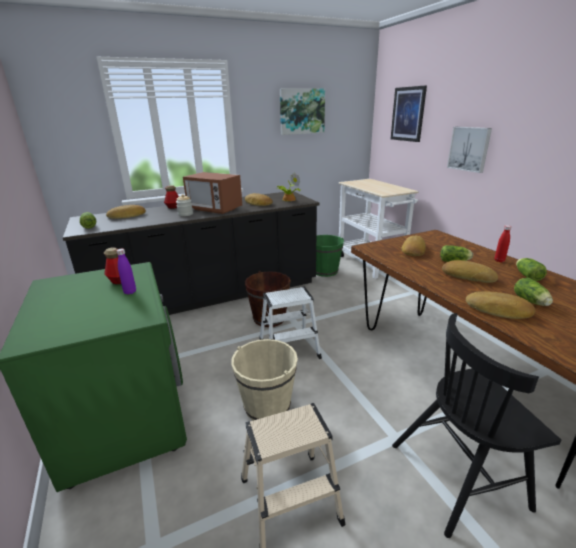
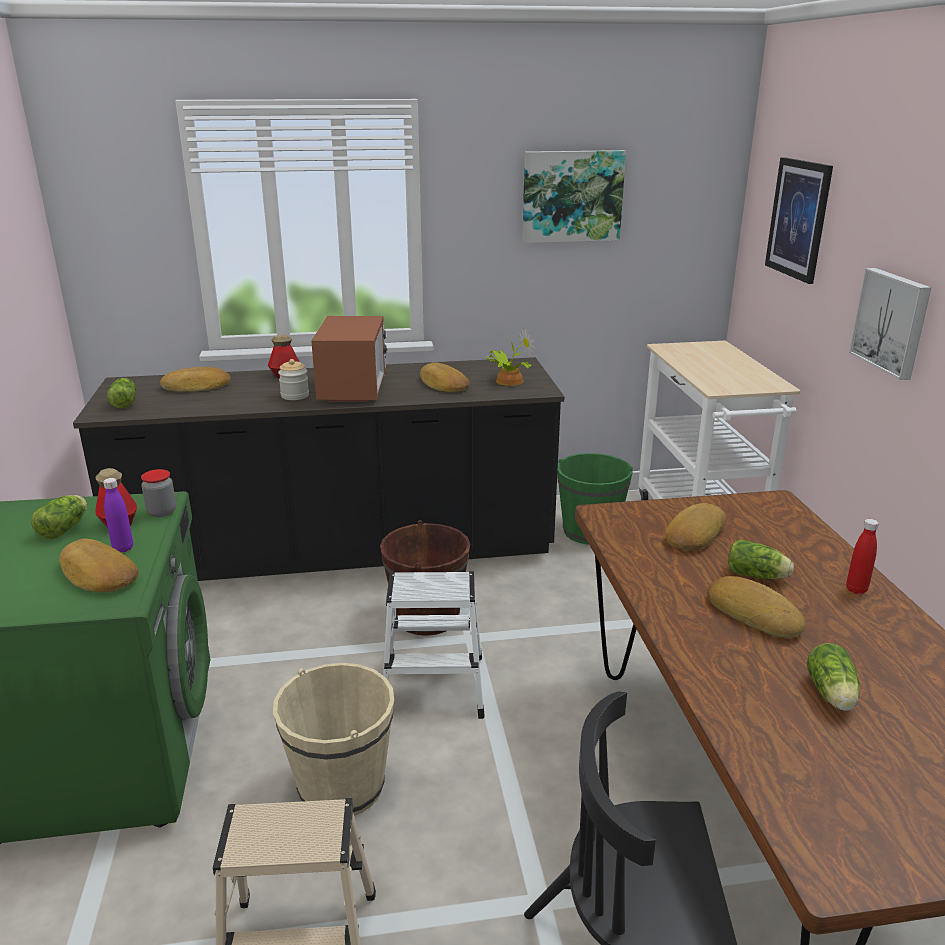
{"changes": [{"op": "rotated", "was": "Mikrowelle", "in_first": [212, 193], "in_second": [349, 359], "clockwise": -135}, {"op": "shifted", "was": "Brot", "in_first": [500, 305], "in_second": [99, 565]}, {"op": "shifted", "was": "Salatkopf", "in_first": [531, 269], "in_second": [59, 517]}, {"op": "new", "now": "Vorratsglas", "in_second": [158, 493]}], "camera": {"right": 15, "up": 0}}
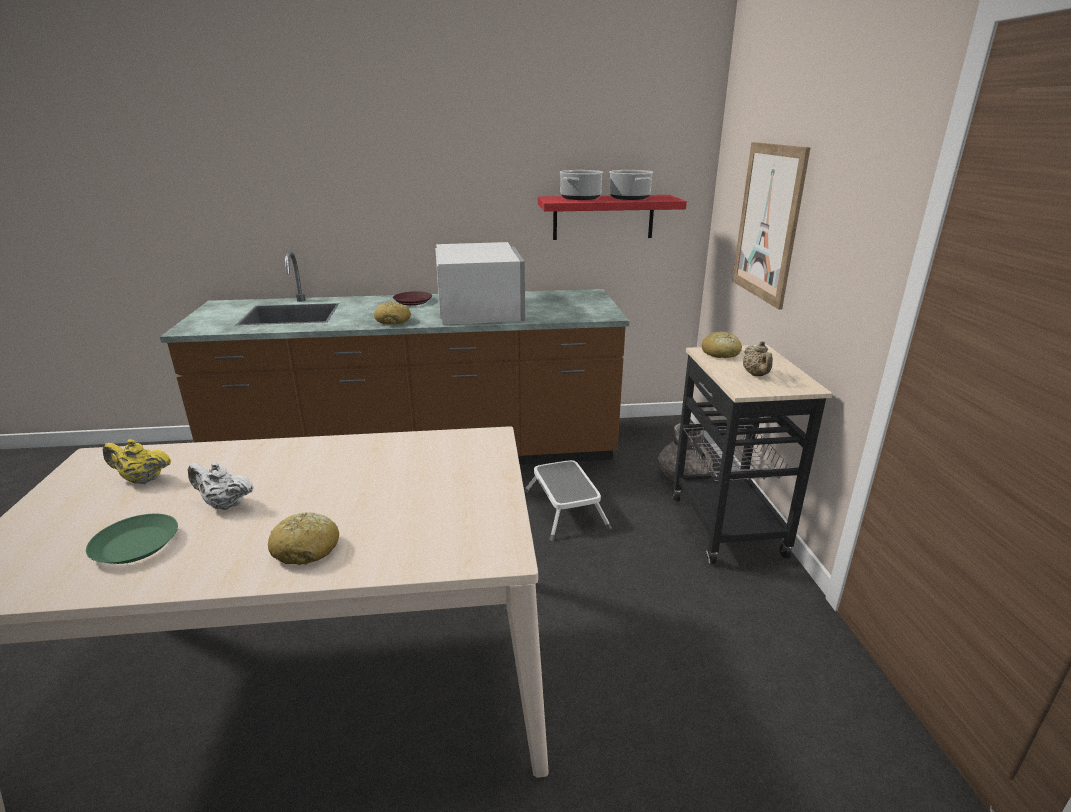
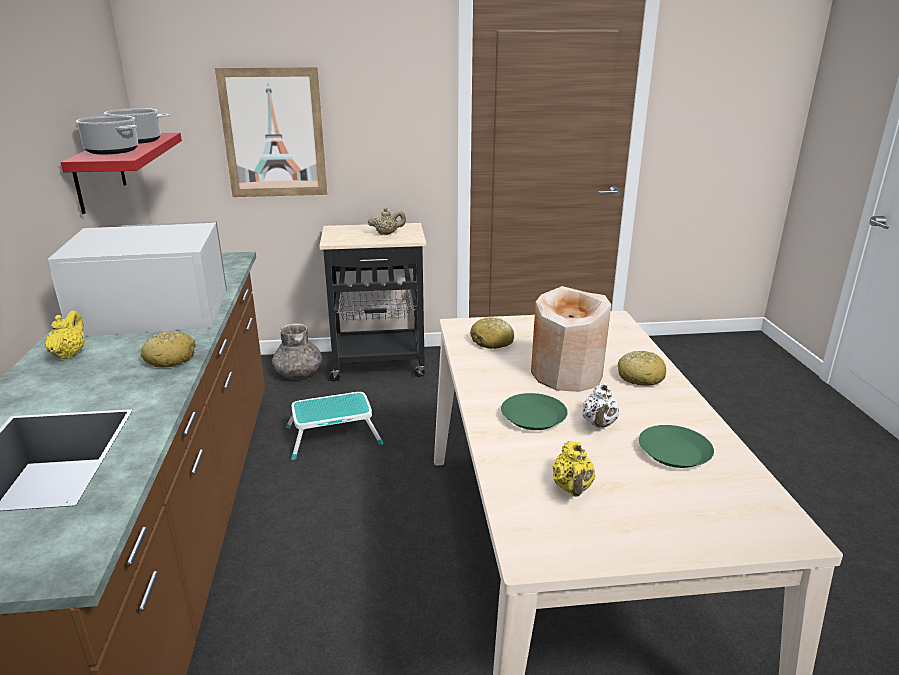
{"changes": [{"op": "swapped", "was": "Teller (braun)", "now": "Teekanne (gelb)", "in_first": [412, 298], "in_second": [65, 335]}, {"op": "repainted", "was": "Trittleiter (grau)", "now": "Trittleiter (türkis)", "in_first": [568, 500], "in_second": [335, 426]}, {"op": "shifted", "was": "Brot", "in_first": [722, 344], "in_second": [492, 333]}, {"op": "new", "now": "Teller (grün)", "in_second": [534, 411]}, {"op": "new", "now": "Vase (beige)", "in_second": [571, 339]}], "camera": {"right": -90, "up": 0}}
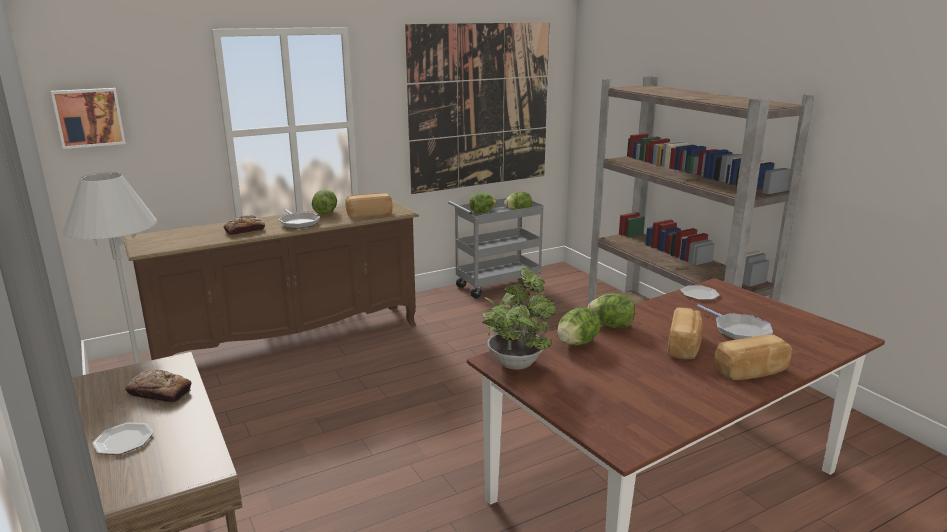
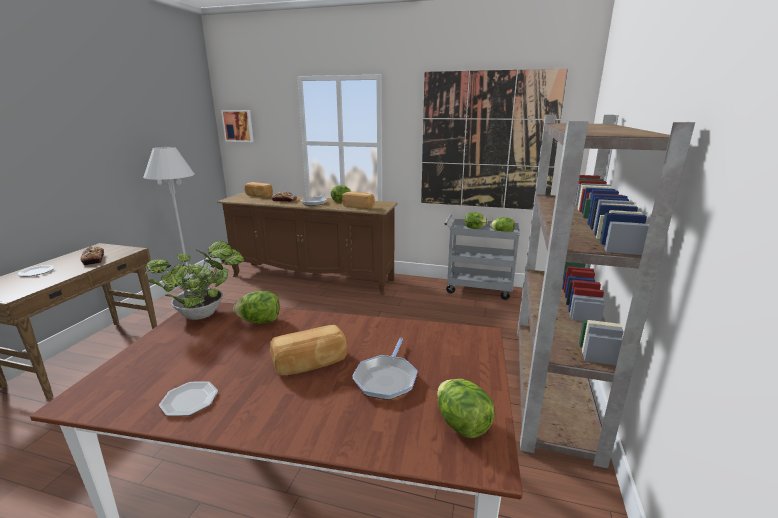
{"changes": [{"op": "shifted", "was": "Salatkopf", "in_first": [611, 311], "in_second": [466, 408]}, {"op": "shifted", "was": "Teller", "in_first": [700, 292], "in_second": [188, 398]}, {"op": "shifted", "was": "Brot", "in_first": [753, 357], "in_second": [258, 189]}], "camera": {"right": 45, "up": 0}}
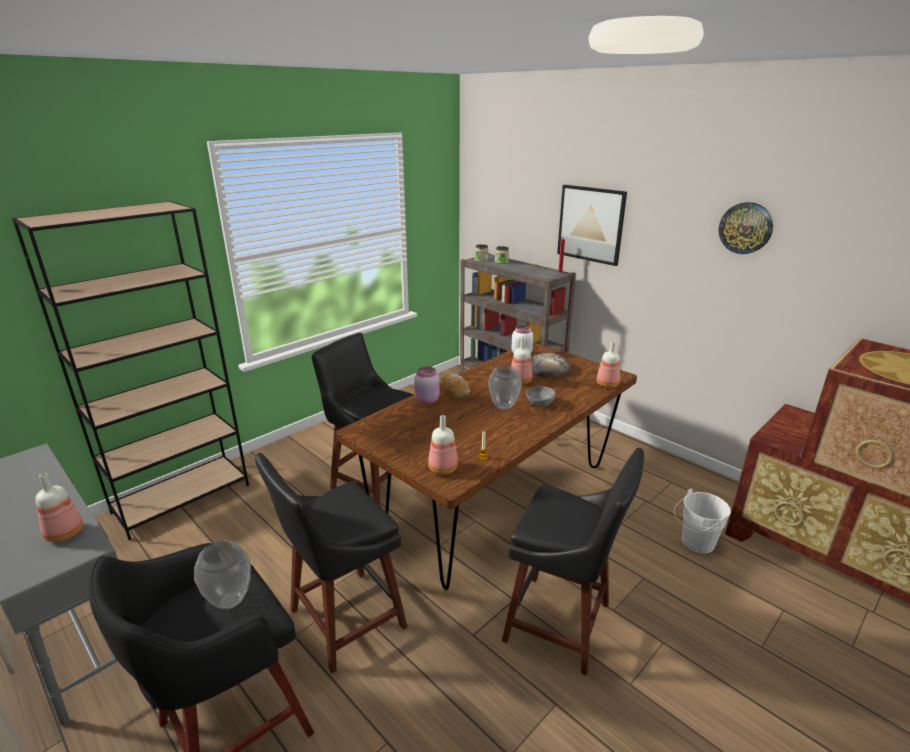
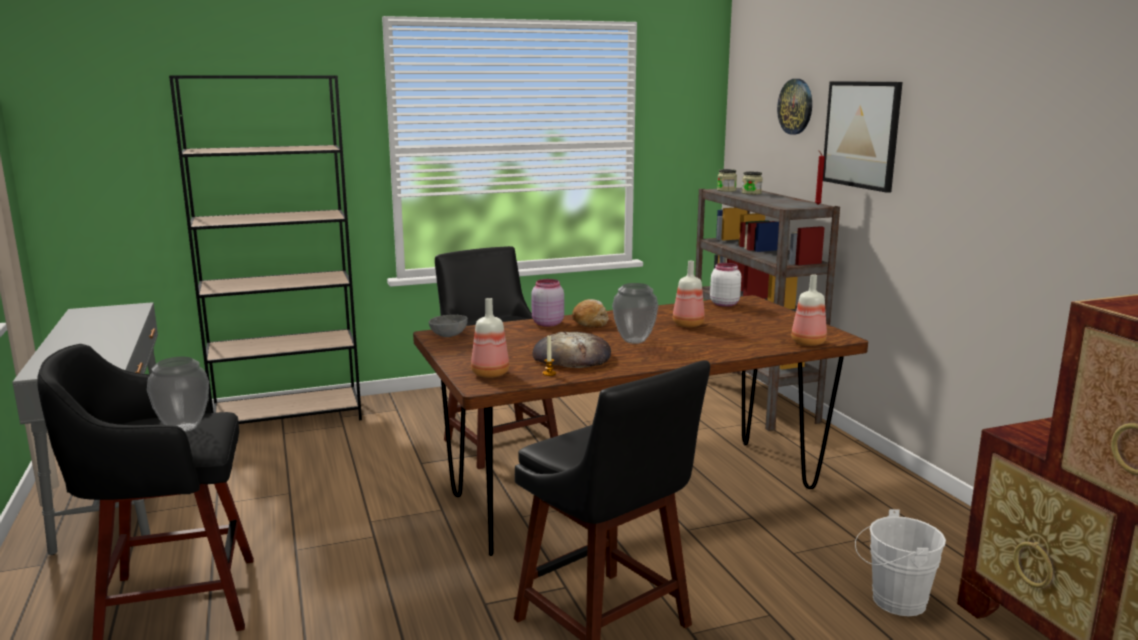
{"changes": [{"op": "gone", "was": "Flasche", "in_first": [59, 507]}, {"op": "gone", "was": "Stuhl (schwarz)", "in_first": [331, 563]}, {"op": "shifted", "was": "Schüssel (grau)", "in_first": [541, 396], "in_second": [448, 326]}, {"op": "shifted", "was": "Brot", "in_first": [551, 364], "in_second": [572, 350]}, {"op": "shifted", "was": "Wanduhr", "in_first": [746, 228], "in_second": [794, 107]}], "camera": {"right": 25, "up": -10}}
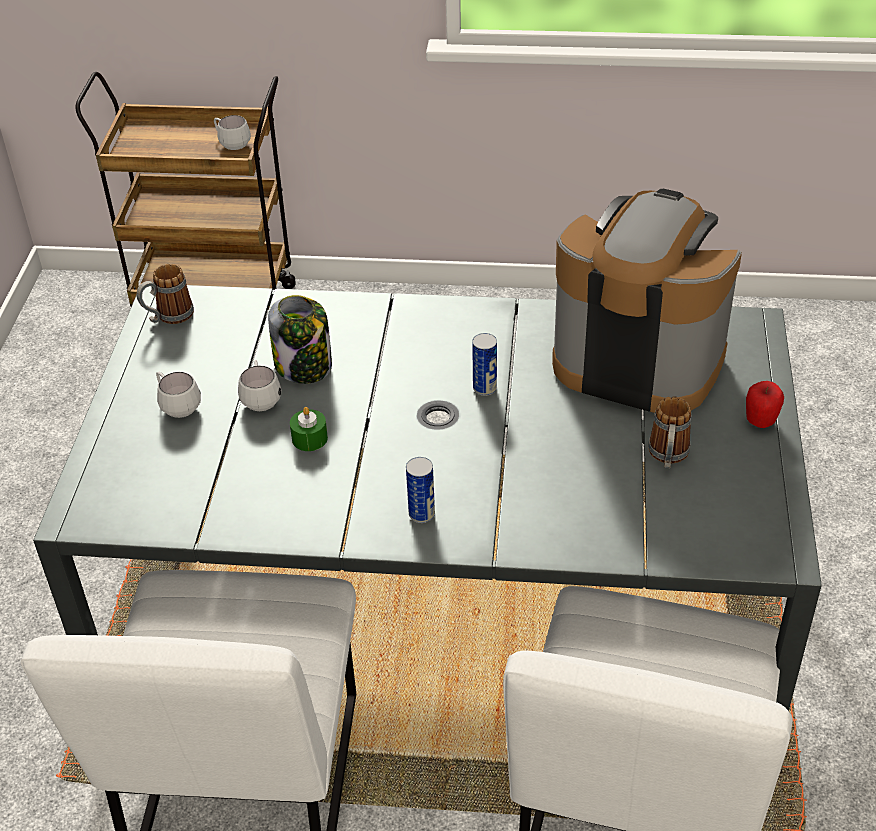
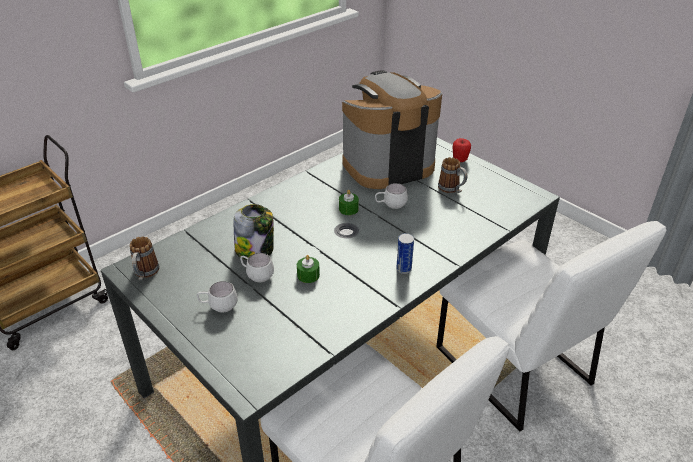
{"changes": [{"op": "shifted", "was": "Henkelbecher (weiß)", "in_first": [232, 132], "in_second": [391, 196]}, {"op": "swapped", "was": "Dose", "now": "Kerze (grün)", "in_first": [484, 364], "in_second": [349, 202]}], "camera": {"right": -50, "up": -5}}
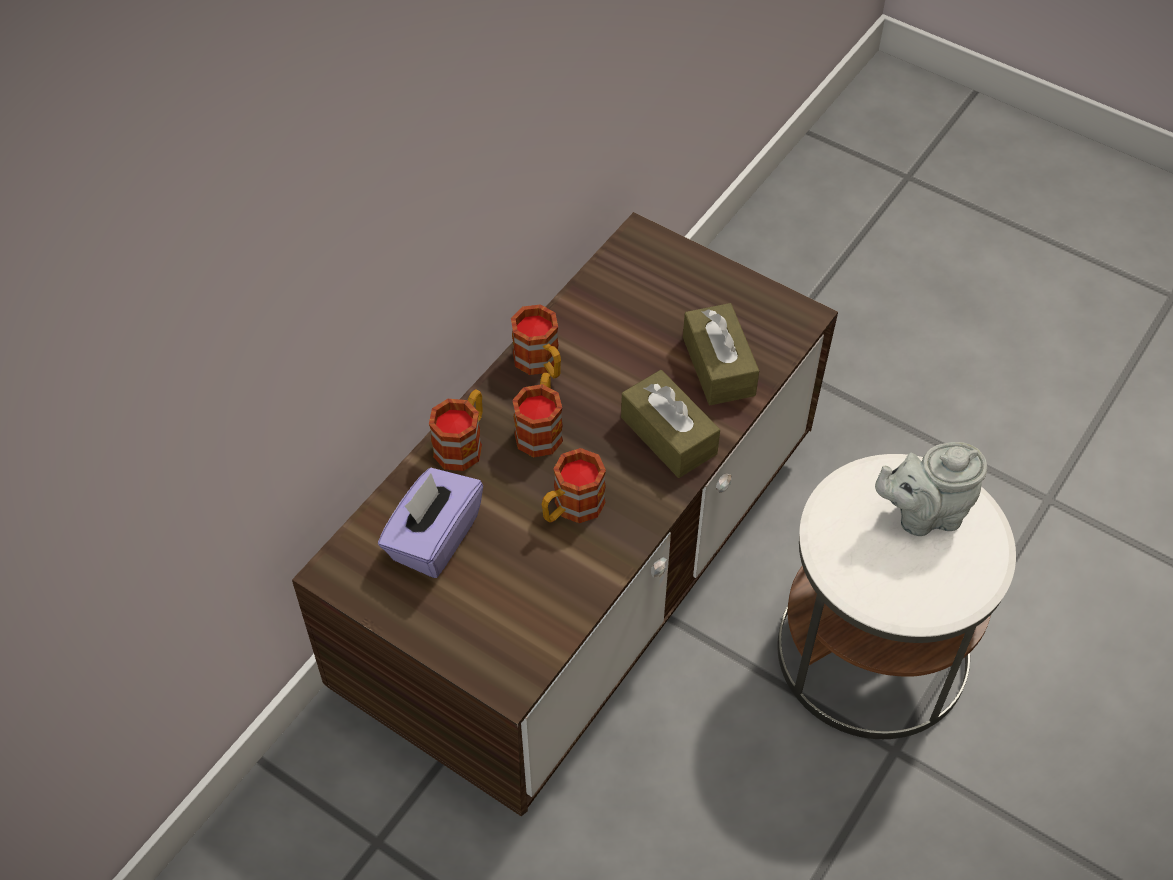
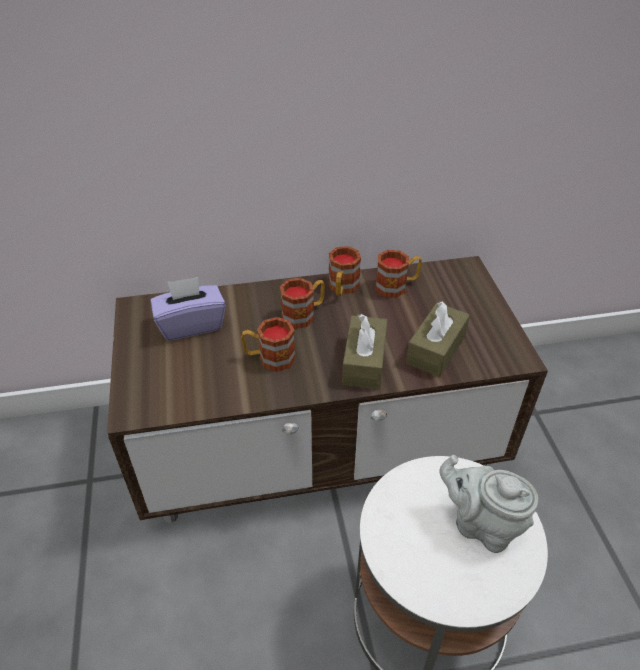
{"changes": [{"op": "shifted", "was": "Henkelbecher", "in_first": [456, 430], "in_second": [398, 274]}], "camera": {"right": 45, "up": -10}}
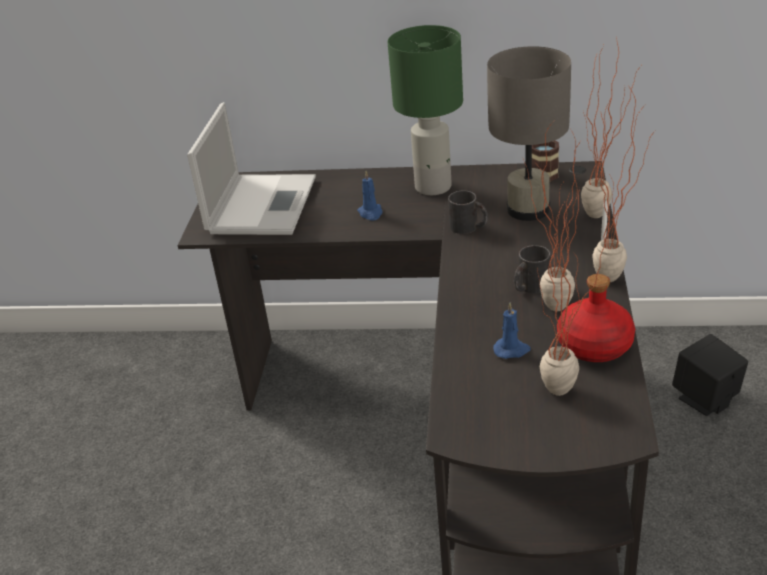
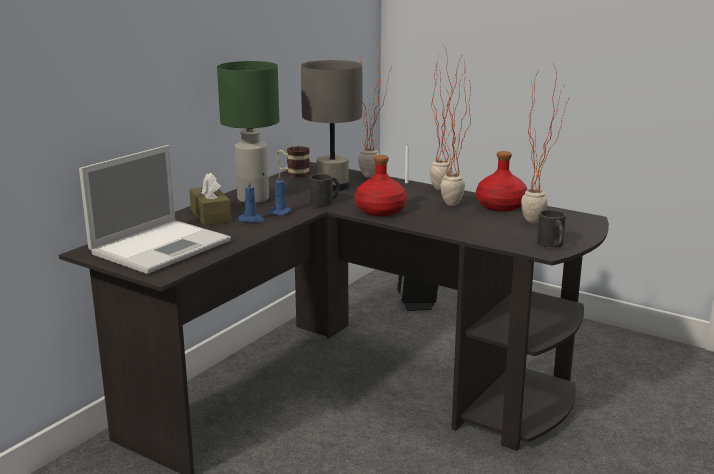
{"changes": [{"op": "rotated", "was": "Laptop", "in_first": [251, 168], "in_second": [155, 209], "clockwise": 90}, {"op": "shifted", "was": "Kerze (blau)", "in_first": [512, 330], "in_second": [280, 194]}, {"op": "shifted", "was": "Henkelbecher (schwarz)", "in_first": [532, 269], "in_second": [551, 229]}, {"op": "new", "now": "Taschentuchbox (braun)", "in_second": [210, 199]}, {"op": "new", "now": "Flasche (rot)", "in_second": [381, 185]}], "camera": {"right": -65, "up": -15}}
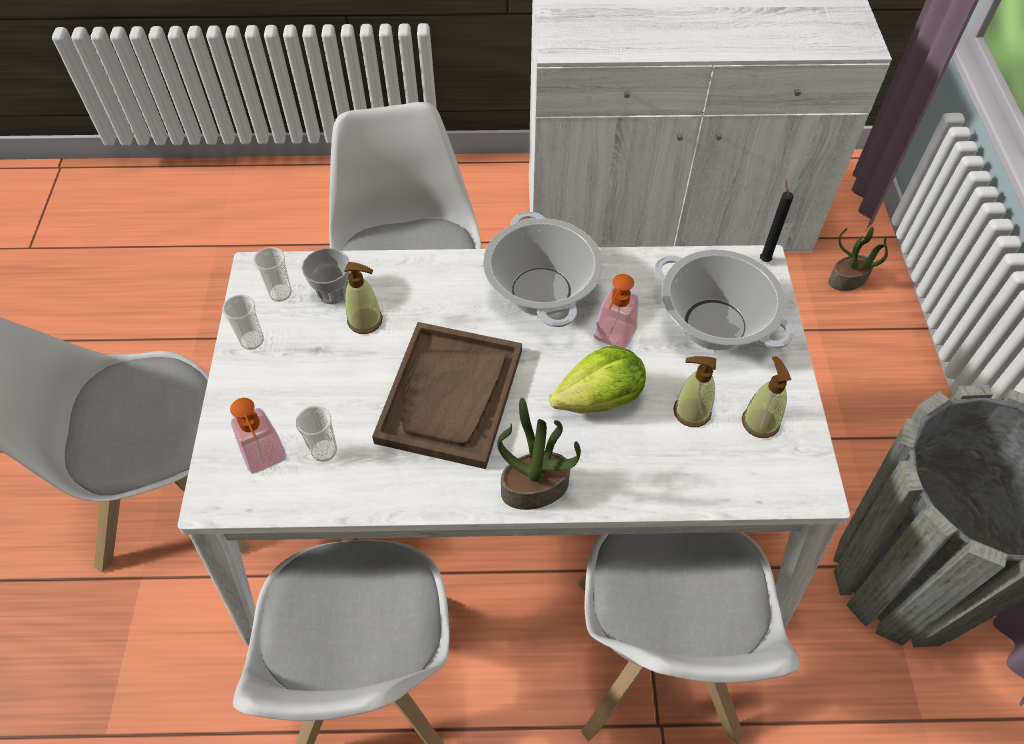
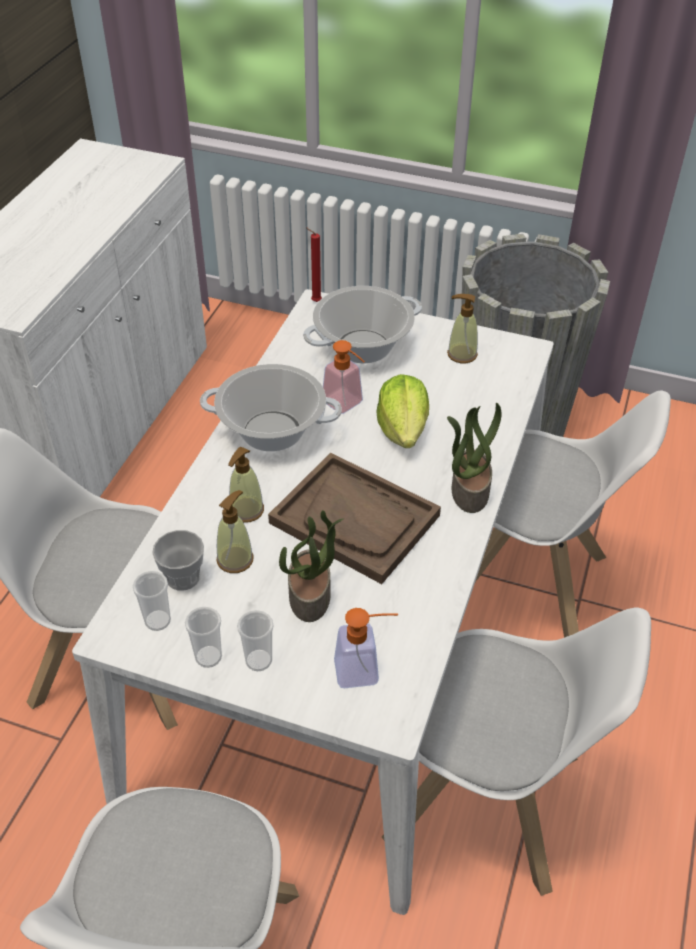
{"changes": [{"op": "shifted", "was": "Tasse", "in_first": [316, 434], "in_second": [255, 640]}, {"op": "shifted", "was": "Seifenspender", "in_first": [694, 391], "in_second": [246, 485]}, {"op": "repainted", "was": "Kerze (schwarz)", "now": "Kerze (rot)", "in_first": [777, 220], "in_second": [314, 264]}, {"op": "shifted", "was": "Topfpflanze", "in_first": [858, 259], "in_second": [311, 566]}], "camera": {"right": -70, "up": -10}}
